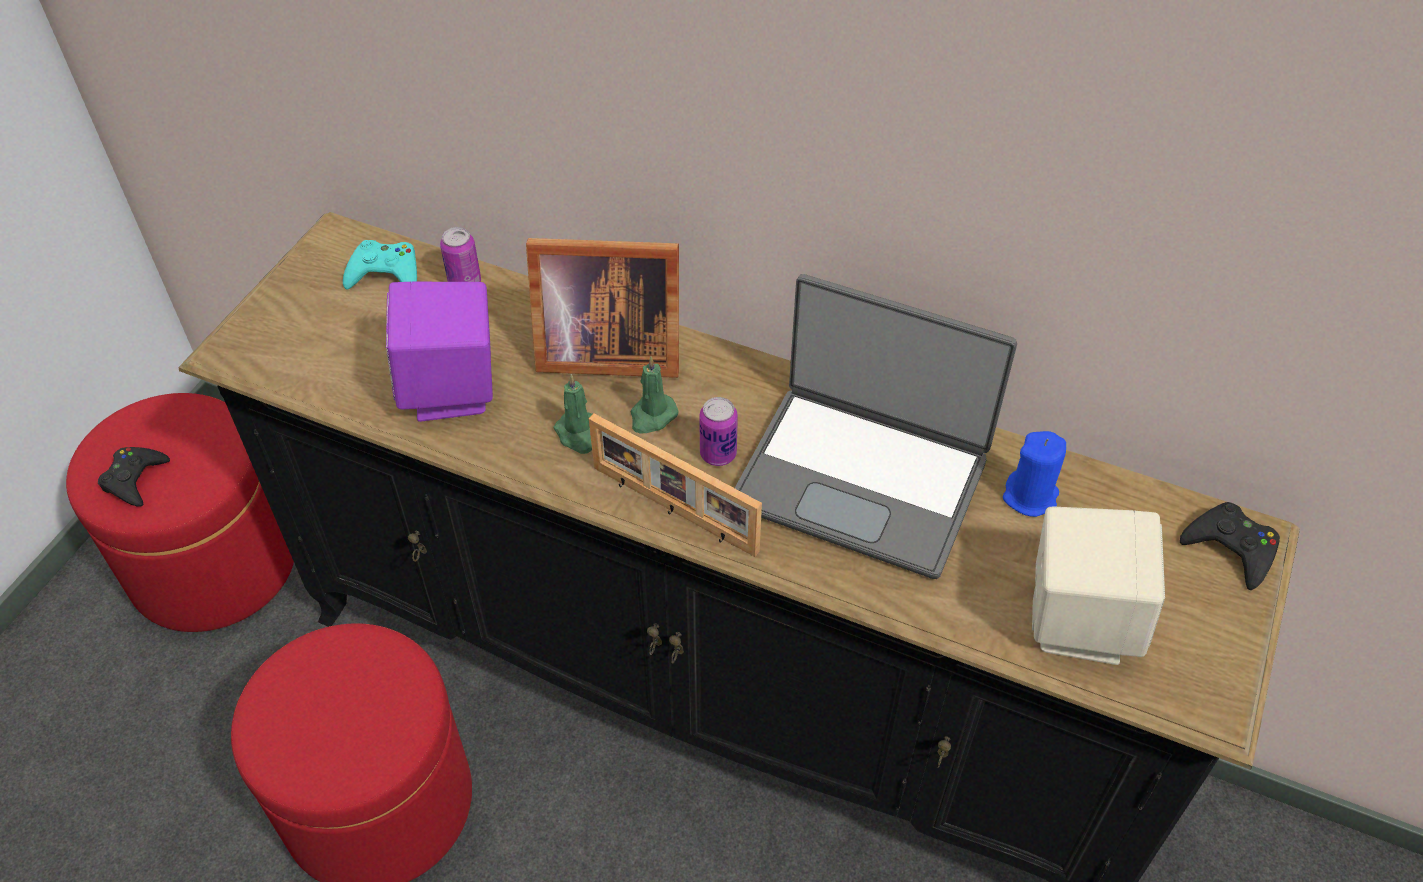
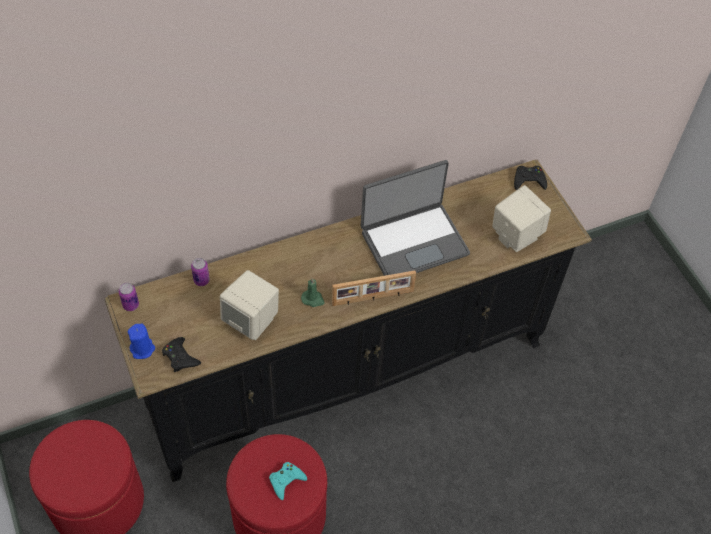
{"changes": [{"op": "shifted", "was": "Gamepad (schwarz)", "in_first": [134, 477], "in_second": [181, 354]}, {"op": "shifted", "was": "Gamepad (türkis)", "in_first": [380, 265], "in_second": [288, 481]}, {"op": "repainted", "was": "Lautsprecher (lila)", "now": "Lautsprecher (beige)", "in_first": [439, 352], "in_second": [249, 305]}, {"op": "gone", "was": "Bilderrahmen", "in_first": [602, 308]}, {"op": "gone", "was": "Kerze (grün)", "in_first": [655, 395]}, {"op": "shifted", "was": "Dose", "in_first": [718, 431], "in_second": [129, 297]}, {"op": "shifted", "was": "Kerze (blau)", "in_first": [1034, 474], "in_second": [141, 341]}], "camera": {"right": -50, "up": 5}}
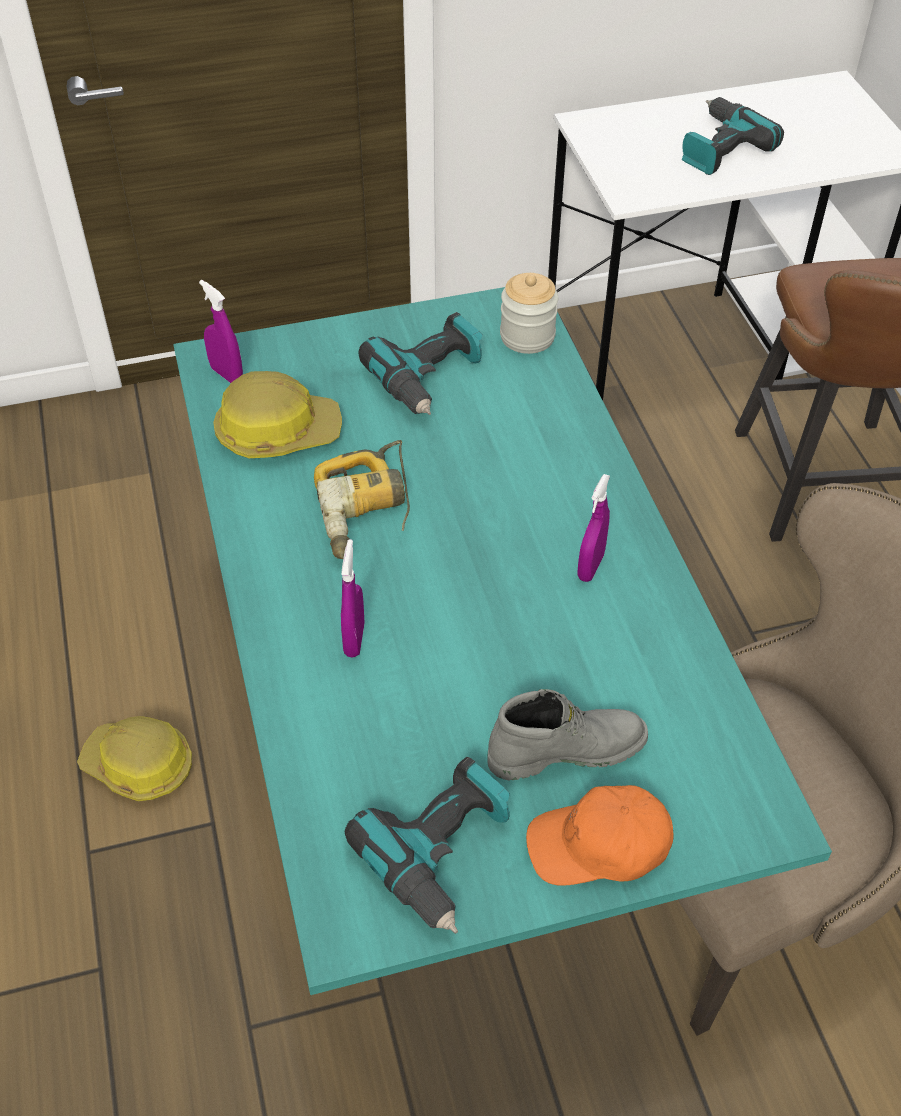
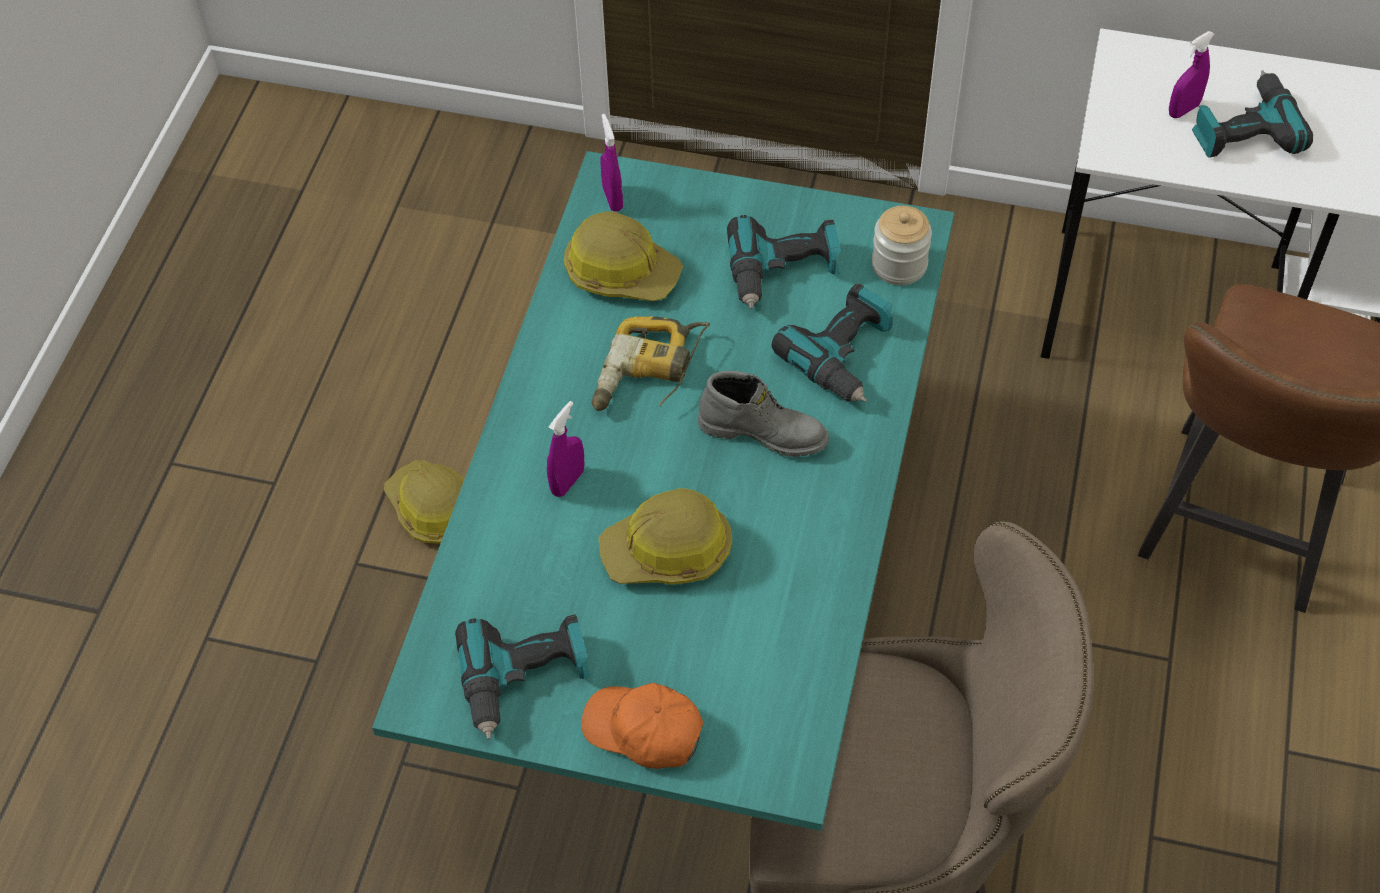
{"changes": [{"op": "shifted", "was": "Stiefel (grau)", "in_first": [567, 734], "in_second": [763, 414]}, {"op": "shifted", "was": "Sprühflasche (lila)", "in_first": [593, 528], "in_second": [1192, 74]}, {"op": "new", "now": "Schutzhelm", "in_second": [665, 536]}, {"op": "new", "now": "Bohrmaschine", "in_second": [832, 343]}], "camera": {"right": 30, "up": 5}}
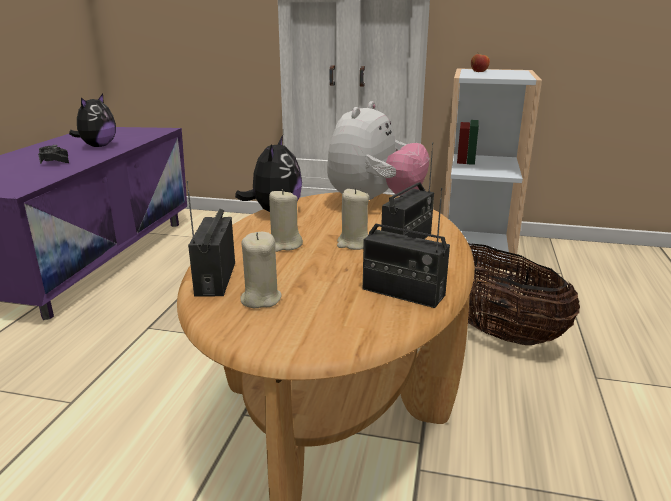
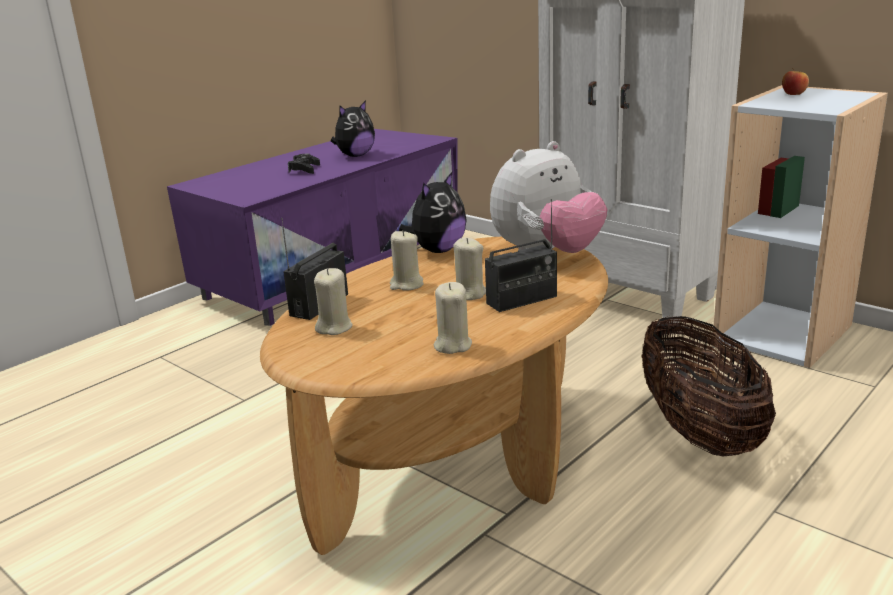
{"changes": [{"op": "swapped", "was": "Radio", "now": "Kerze (beige)", "in_first": [406, 248], "in_second": [453, 318]}], "camera": {"right": 30, "up": 0}}
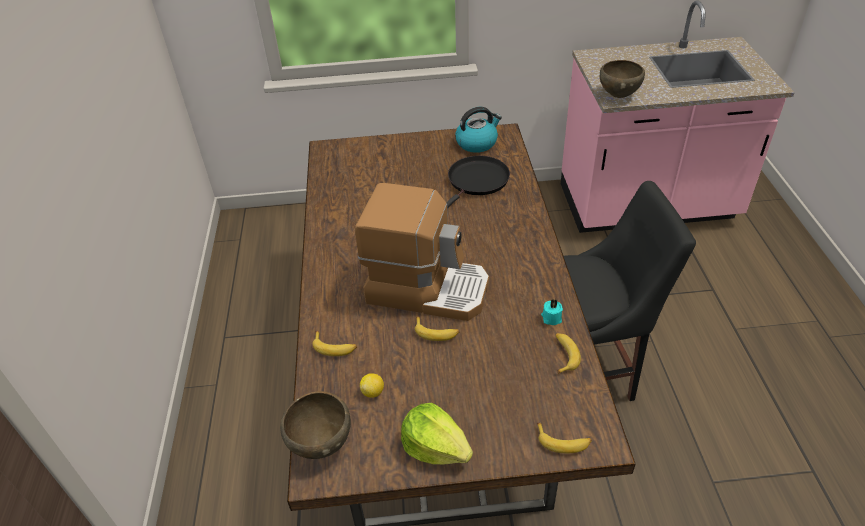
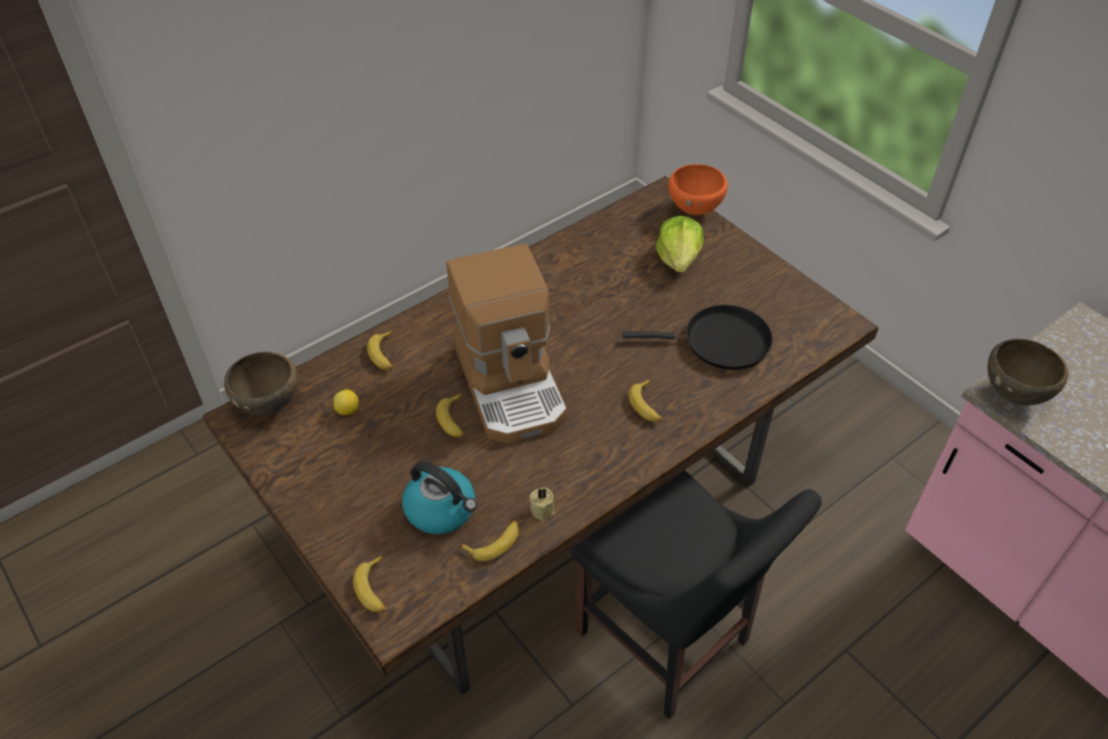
{"changes": [{"op": "shifted", "was": "Salatkopf", "in_first": [437, 434], "in_second": [680, 244]}, {"op": "shifted", "was": "Wasserkessel", "in_first": [478, 130], "in_second": [439, 497]}, {"op": "repainted", "was": "Kerze (türkis)", "now": "Kerze (beige)", "in_first": [552, 312], "in_second": [542, 504]}, {"op": "new", "now": "Banane", "in_second": [645, 400]}, {"op": "new", "now": "Schüssel (orange)", "in_second": [698, 189]}], "camera": {"right": 55, "up": 5}}
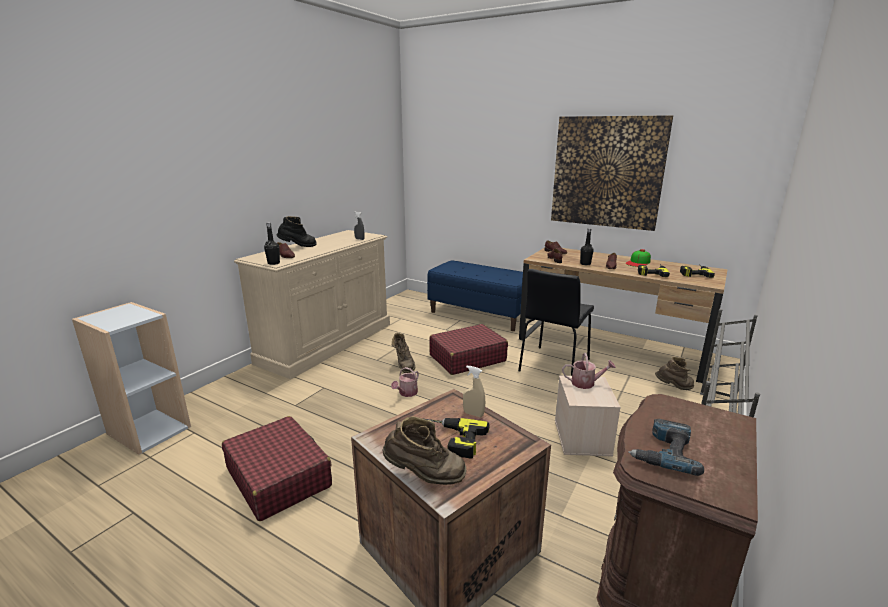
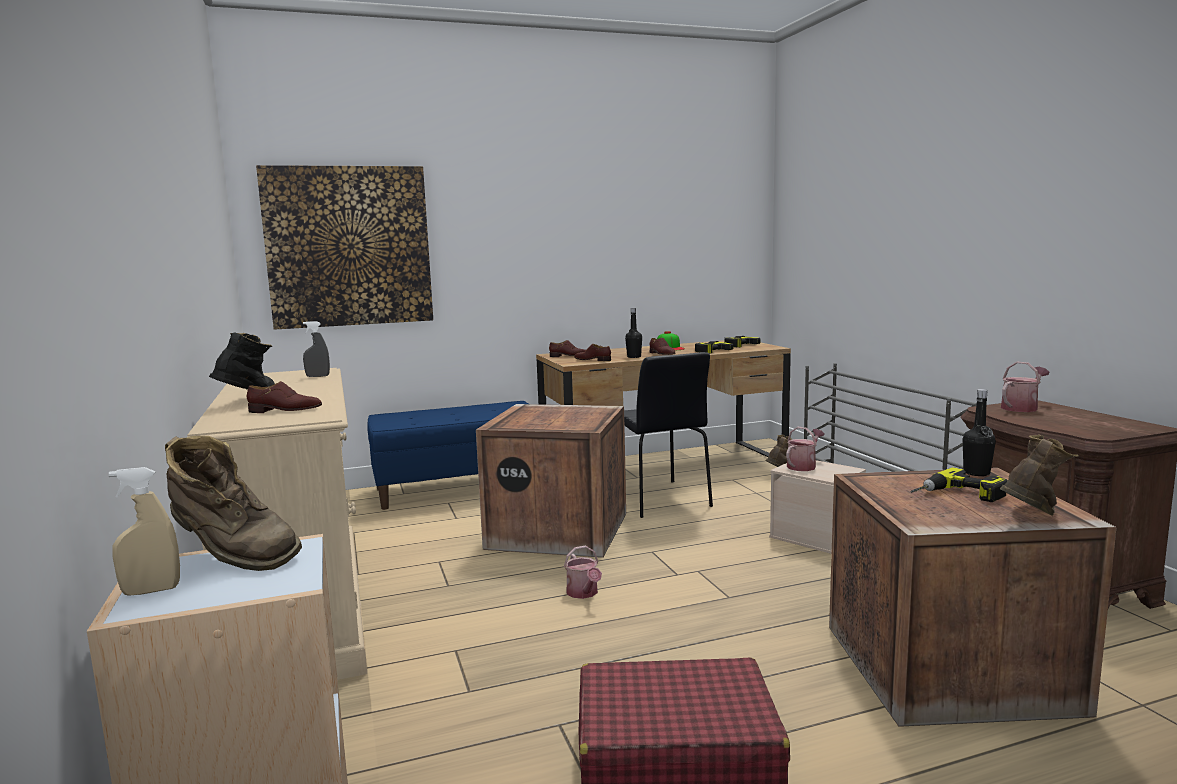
{"changes": [{"op": "shifted", "was": "Flasche (schwarz)", "in_first": [272, 243], "in_second": [979, 432]}, {"op": "shifted", "was": "Stiefel (braun)", "in_first": [403, 352], "in_second": [233, 503]}, {"op": "swapped", "was": "Koffer (rot)", "now": "Kiste", "in_first": [468, 349], "in_second": [551, 481]}, {"op": "shifted", "was": "Sprühflasche (beige)", "in_first": [474, 391], "in_second": [144, 531]}, {"op": "shifted", "was": "Bild", "in_first": [612, 173], "in_second": [344, 247]}, {"op": "gone", "was": "Bohrmaschine", "in_first": [666, 447]}, {"op": "new", "now": "Gießkanne", "in_second": [1025, 387]}], "camera": {"right": -50, "up": -10}}
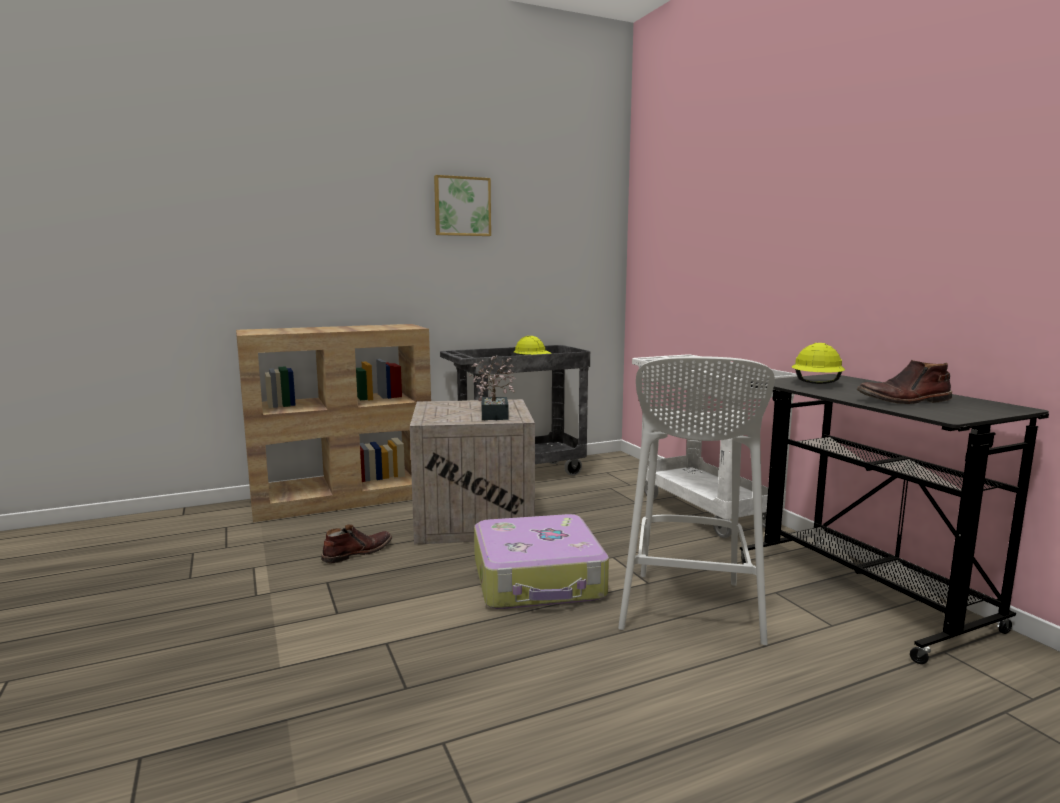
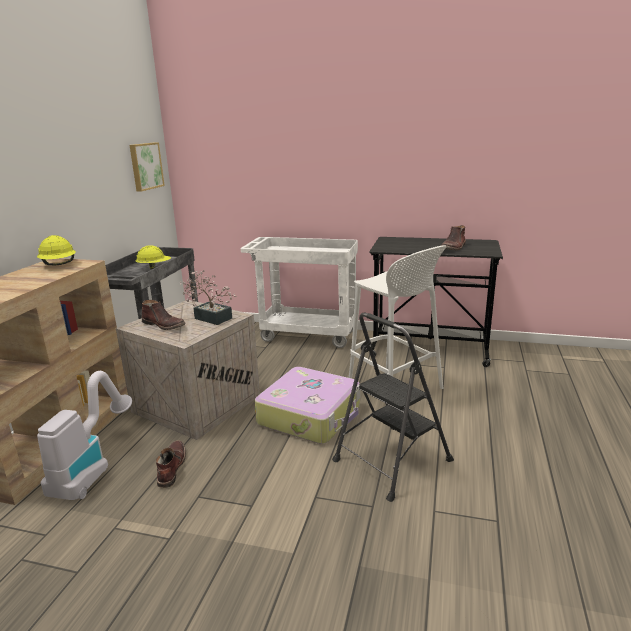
{"changes": [{"op": "shifted", "was": "Bild", "in_first": [462, 205], "in_second": [147, 167]}, {"op": "shifted", "was": "Schutzhelm (gelb)", "in_first": [818, 363], "in_second": [56, 250]}, {"op": "new", "now": "Staubsauger", "in_second": [84, 435]}, {"op": "new", "now": "Stiefel (braun)", "in_second": [163, 315]}, {"op": "new", "now": "Trittleiter (schwarz)", "in_second": [393, 407]}], "camera": {"right": -50, "up": 10}}
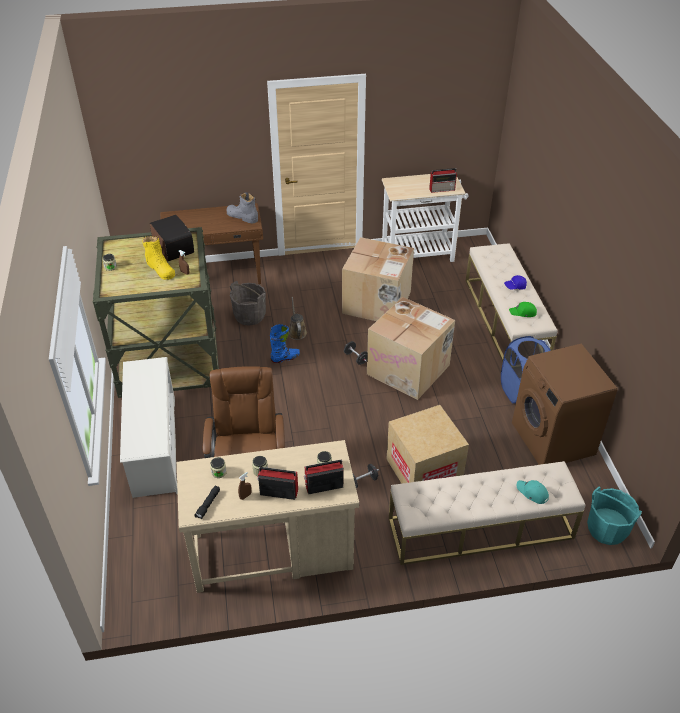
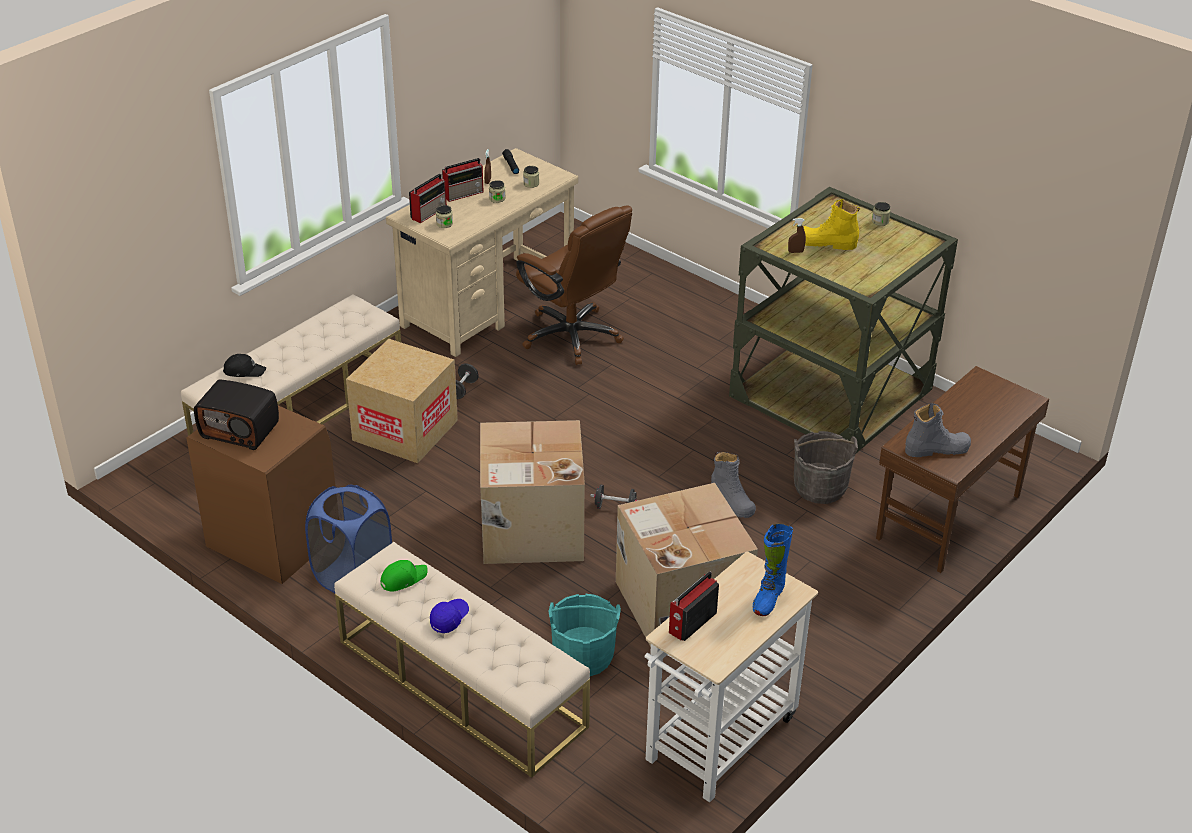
{"changes": [{"op": "gone", "was": "Schuhregal (weiß)", "in_first": [149, 427]}, {"op": "shifted", "was": "Radio", "in_first": [172, 238], "in_second": [236, 414]}, {"op": "shifted", "was": "Stiefel (blau)", "in_first": [285, 343], "in_second": [773, 569]}, {"op": "swapped", "was": "Gießkanne (braun)", "now": "Stiefel (grau)", "in_first": [297, 318], "in_second": [733, 485]}, {"op": "repainted", "was": "Kappe (türkis)", "now": "Kappe (schwarz)", "in_first": [533, 492], "in_second": [244, 365]}, {"op": "shifted", "was": "Eimer (türkis)", "in_first": [614, 515], "in_second": [584, 635]}], "camera": {"right": 140, "up": -5}}
